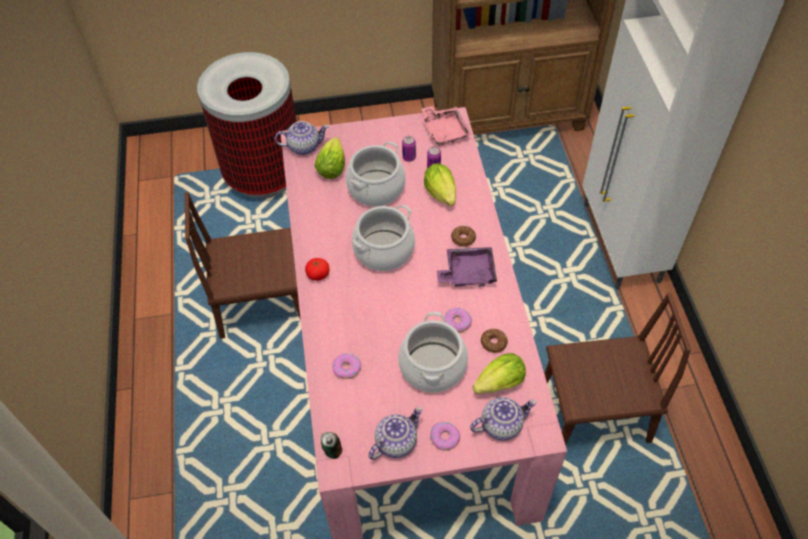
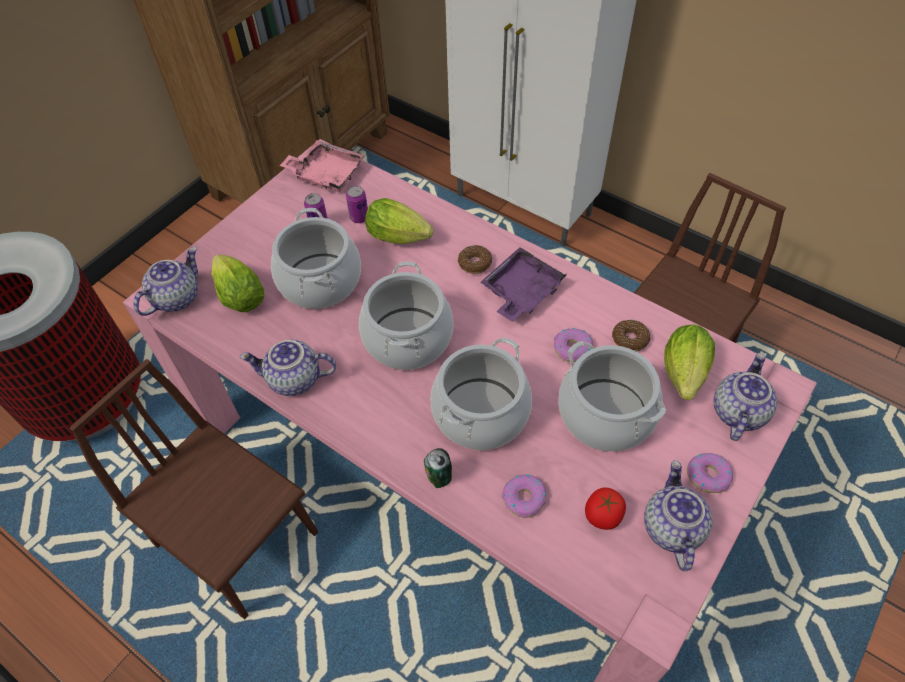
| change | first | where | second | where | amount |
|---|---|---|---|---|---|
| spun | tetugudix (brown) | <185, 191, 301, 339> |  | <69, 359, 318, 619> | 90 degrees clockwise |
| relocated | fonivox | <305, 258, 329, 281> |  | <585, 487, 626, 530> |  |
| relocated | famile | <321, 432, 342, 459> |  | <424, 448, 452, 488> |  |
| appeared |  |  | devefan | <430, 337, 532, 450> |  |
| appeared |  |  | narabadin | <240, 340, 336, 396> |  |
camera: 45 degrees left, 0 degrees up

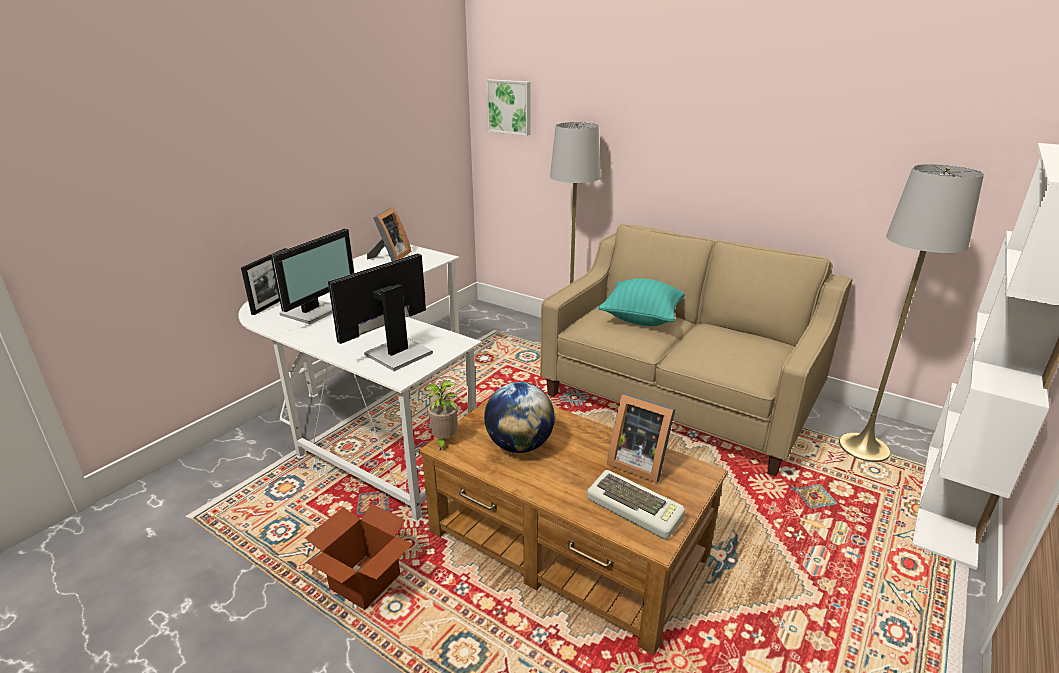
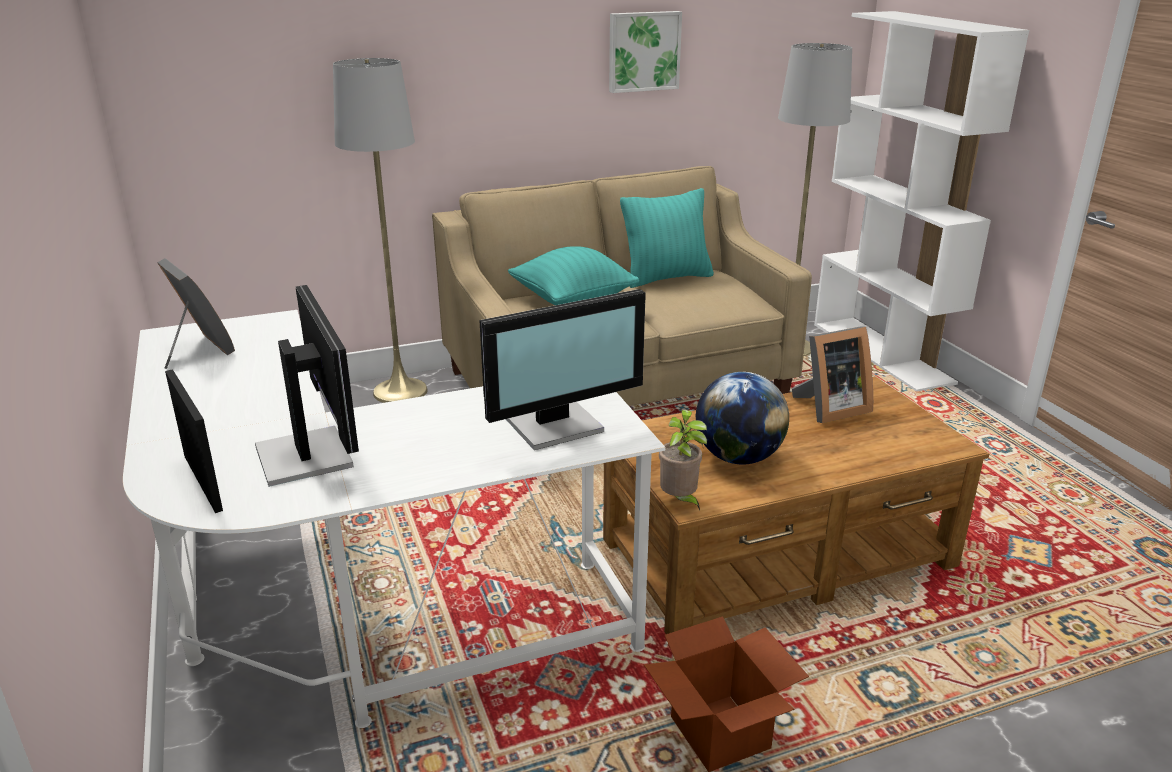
| change | first | where | second | where | amount |
|---|---|---|---|---|---|
| relocated | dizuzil | <486, 79, 530, 136> |  | <609, 11, 682, 93> |  |
| spun | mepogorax | <328, 253, 433, 371> |  | <479, 289, 646, 450> | 105 degrees counterclockwise |
| missing | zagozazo | <587, 470, 685, 539> |  |  |  |
| appeared |  |  | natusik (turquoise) | <620, 188, 714, 288> |  |
camera: 55 degrees left, 0 degrees up

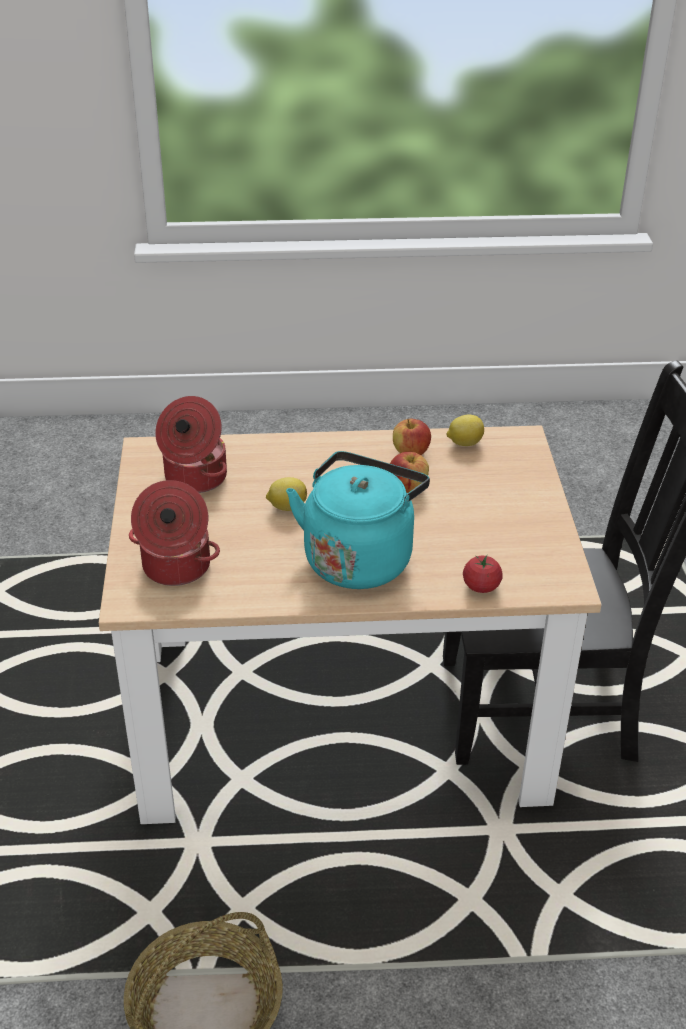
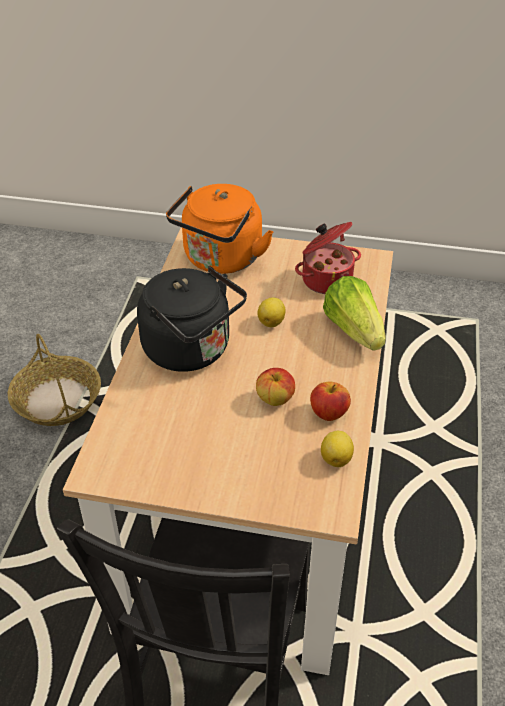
| change | first | where | second | where | amount |
|---|---|---|---|---|---|
| colour | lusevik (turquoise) | <286, 451, 430, 589> | lusevik (black) | <137, 266, 247, 372> |  |
| exchanged | devefan | <129, 480, 220, 586> | lusevik (orange) | <166, 184, 273, 274> |  |
| missing | fonivox | <463, 555, 503, 593> |  |  |  |
| appeared |  |  | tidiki | <323, 276, 386, 351> |  |
camera: 105 degrees right, 5 degrees up

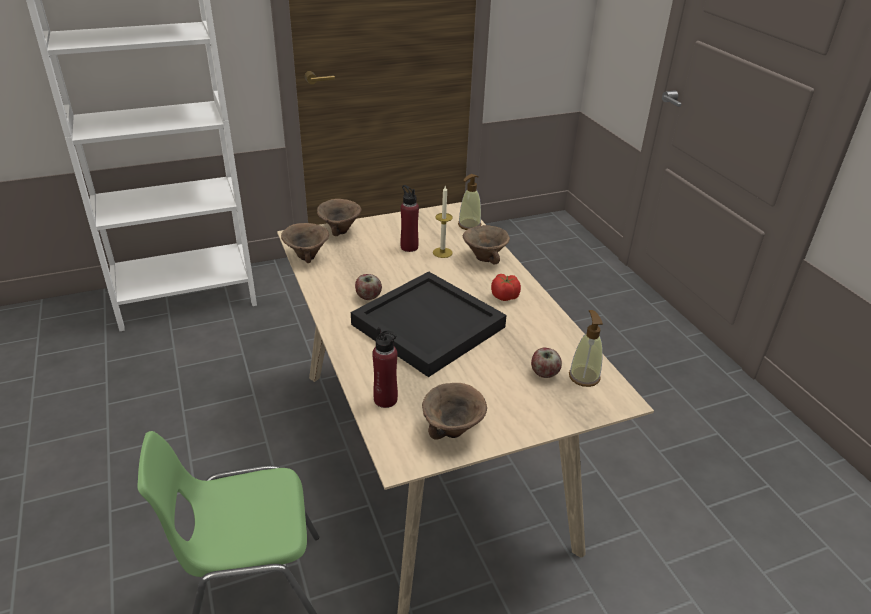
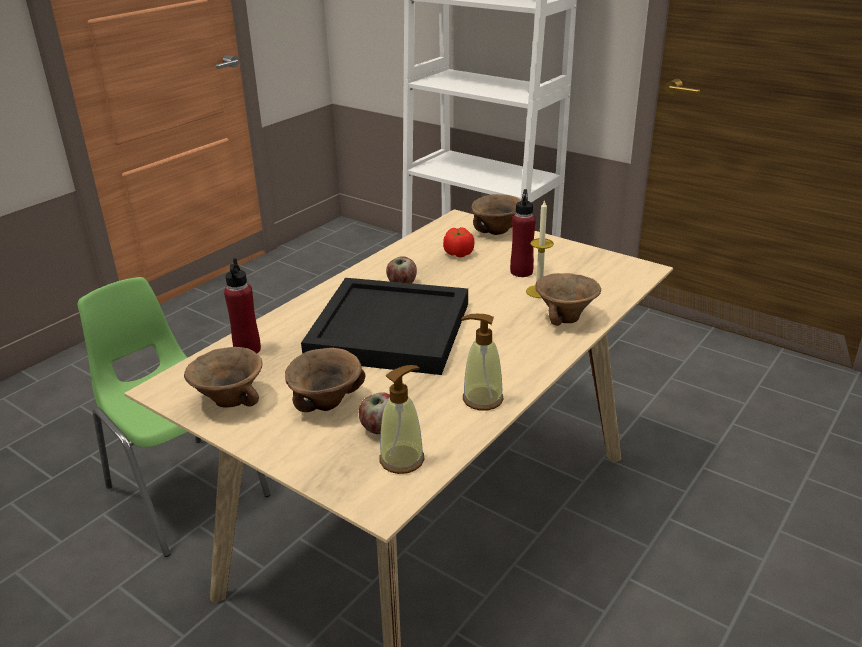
| change | first | where | second | where | amount |
|---|---|---|---|---|---|
| relocated | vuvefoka | <458, 174, 481, 230> |  | <461, 314, 503, 411> |  |
| relocated | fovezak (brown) | <281, 223, 329, 263> |  | <285, 348, 366, 412> |  |
| relocated | fonivox | <491, 274, 521, 301> |  | <443, 227, 474, 258> |  |
camera: 60 degrees right, 5 degrees down

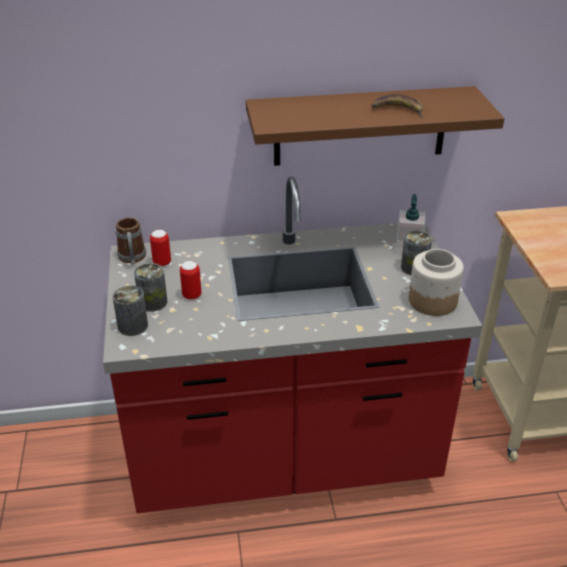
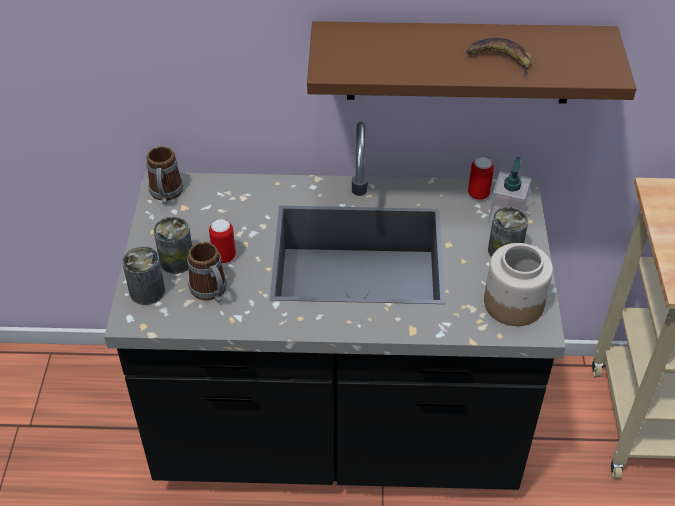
| change | first | where | second | where | amount |
|---|---|---|---|---|---|
| colour | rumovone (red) | <103, 177, 482, 513> | rumovone (black) | <104, 122, 566, 490> |  |
| relocated | famile | <150, 230, 171, 266> |  | <468, 157, 494, 200> |  |
| appeared |  |  | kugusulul | <187, 242, 227, 303> |  |
camera: 10 degrees right, 10 degrees up

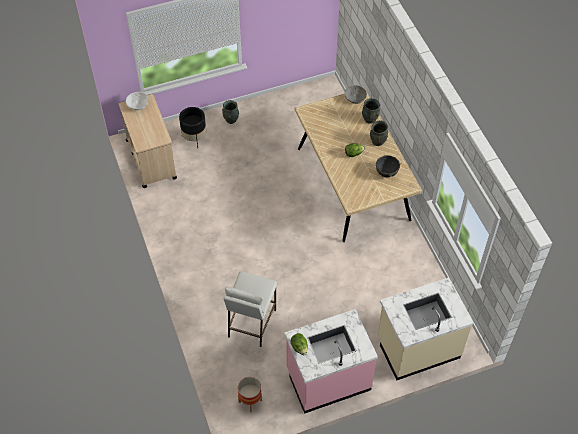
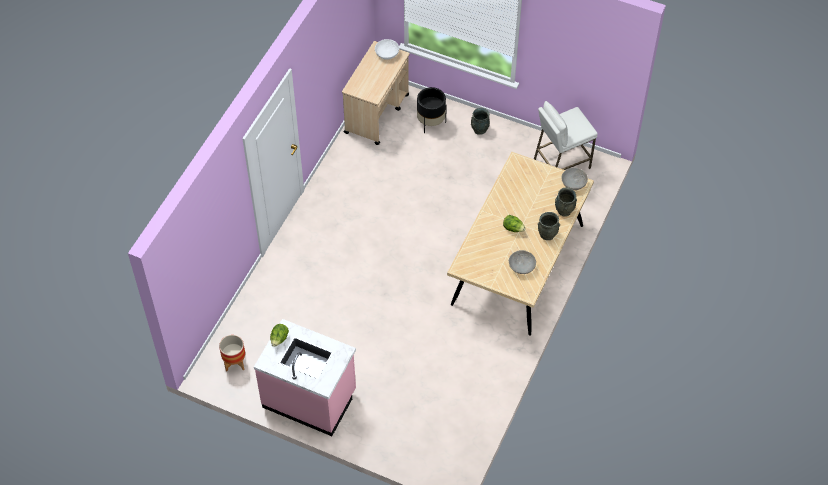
| change | first | where | second | where | amount |
|---|---|---|---|---|---|
| exchanged | devefan (black) | <375, 153, 402, 178> | fovezak (grey) | <509, 250, 536, 274> |  |
| relocated | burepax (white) | <224, 271, 277, 347> |  | <534, 101, 598, 170> |  |
| missing | rumovone (beige) | <377, 278, 473, 380> |  |  |  |
camera: 45 degrees right, 0 degrees up

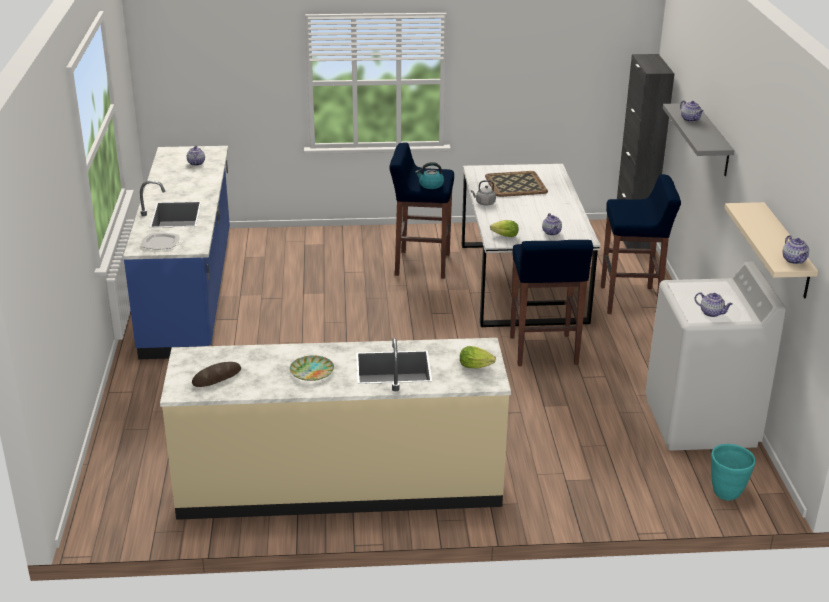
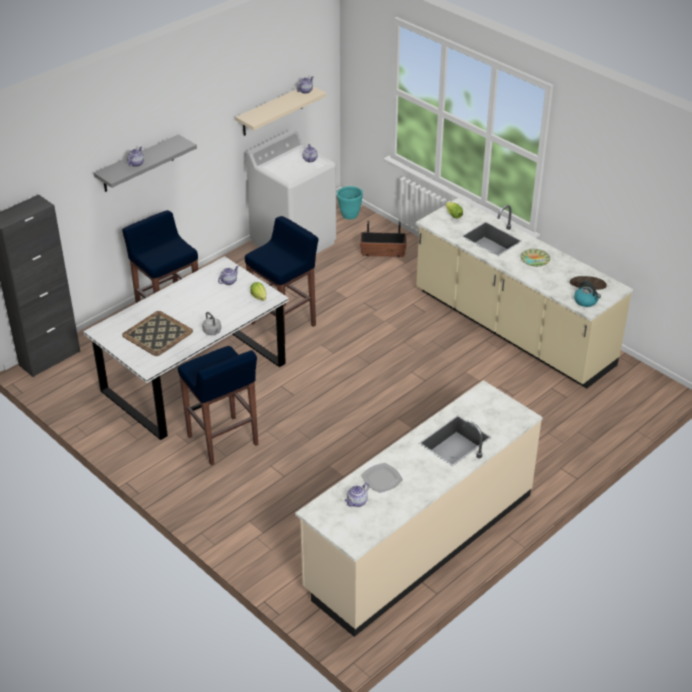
| change | first | where | second | where | amount |
|---|---|---|---|---|---|
| colour | rumovone (blue) | <123, 146, 230, 359> | rumovone (beige) | <295, 380, 543, 637> |  |
| relocated | lusevik | <415, 162, 444, 189> |  | <574, 281, 601, 307> |  |
| relocated | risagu | <141, 233, 179, 249> |  | <361, 463, 403, 493> |  |
| appeared |  |  | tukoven | <360, 221, 407, 257> |  |
camera: 130 degrees left, 10 degrees up

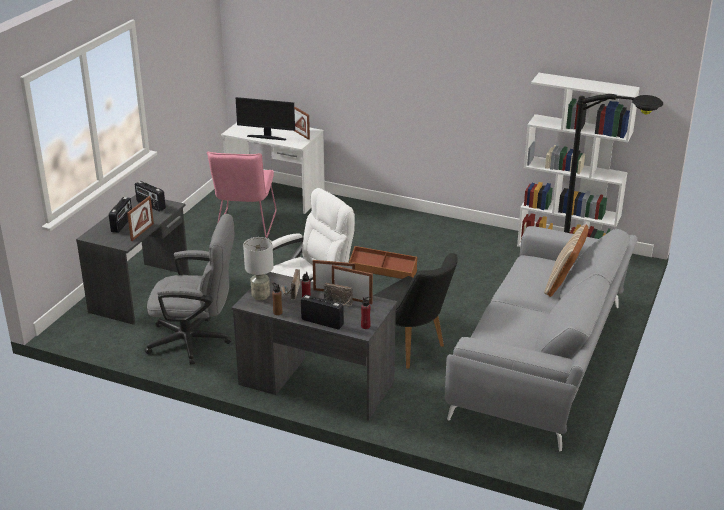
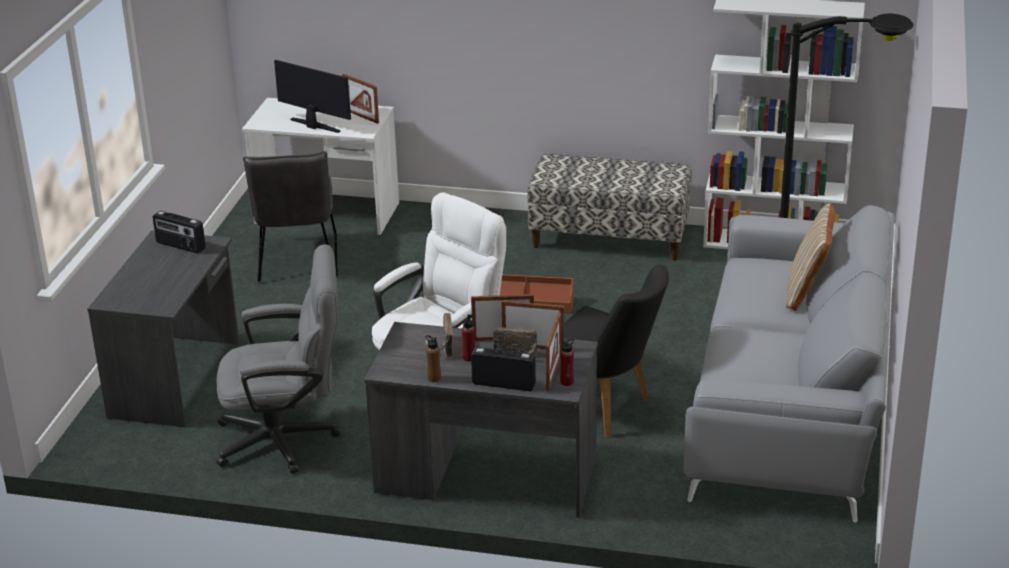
| change | first | where | second | where | amount |
|---|---|---|---|---|---|
| spun | mepogorax | <236, 97, 295, 140> |  | <274, 60, 351, 133> | 150 degrees counterclockwise |
| colour | tetugudix (pink) | <207, 152, 277, 238> | tetugudix (grey) | <243, 151, 338, 282> |  |
| relocated | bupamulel | <127, 196, 154, 241> |  | <546, 313, 561, 391> |  |
| missing | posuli | <109, 197, 132, 233> |  |  |  |
| missing | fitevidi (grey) | <243, 237, 274, 300> |  |  |  |
| appeared |  |  | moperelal | <527, 154, 692, 260> |  |
camera: 10 degrees left, 0 degrees up

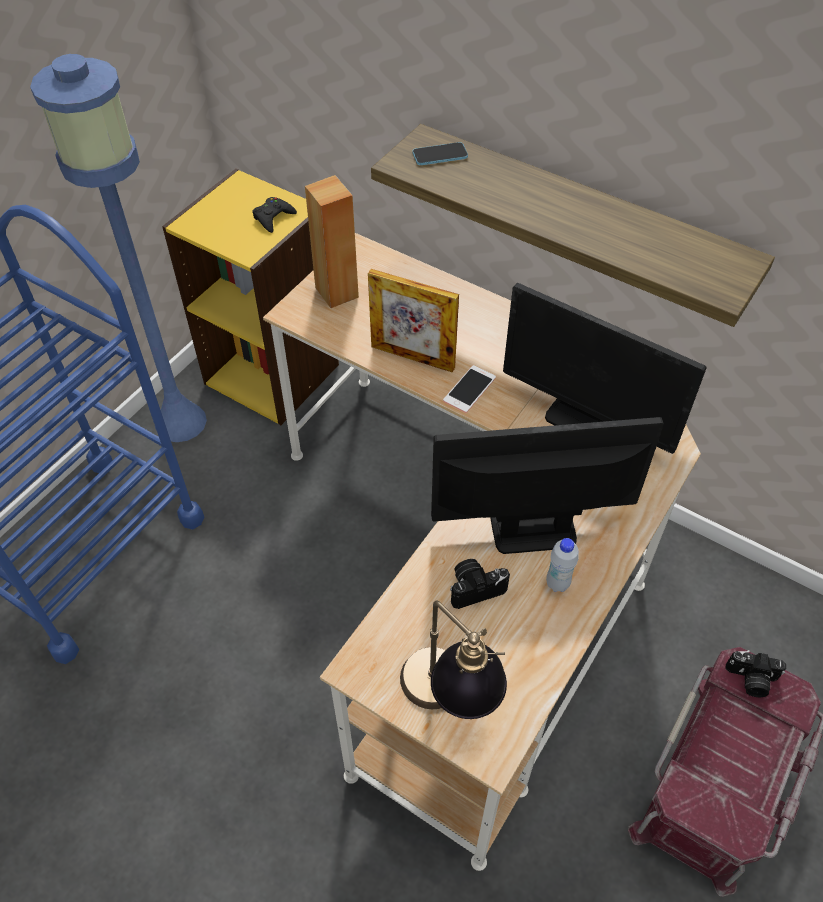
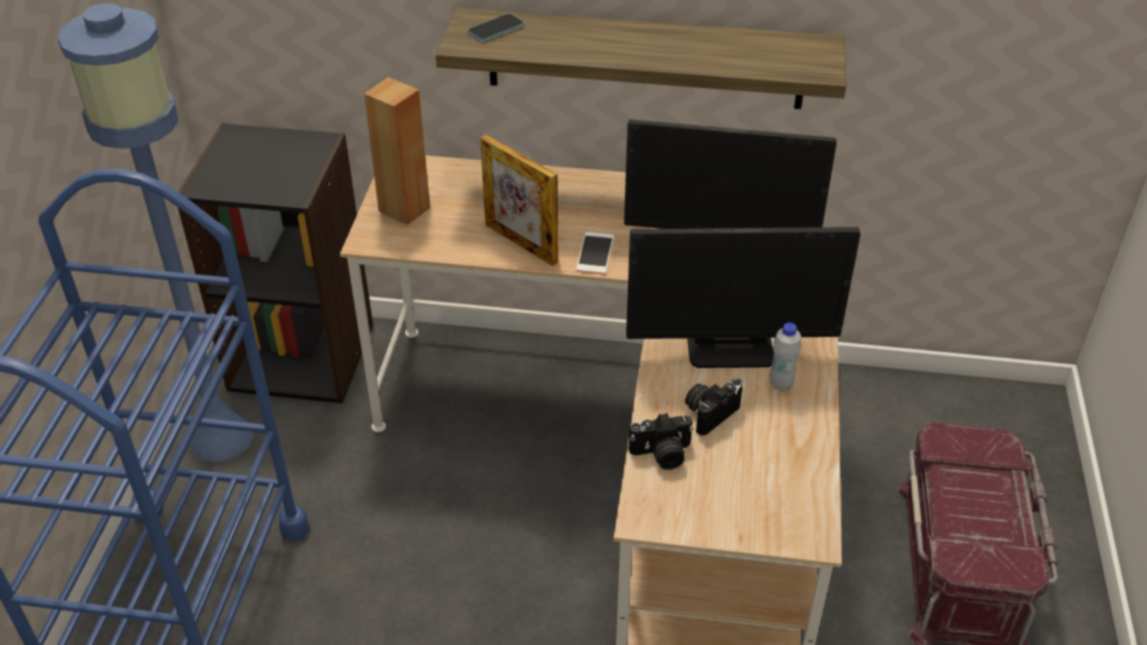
| change | first | where | second | where | amount |
|---|---|---|---|---|---|
| colour | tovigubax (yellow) | <162, 169, 339, 425> | tovigubax (black) | <178, 123, 373, 404> |  |
| missing | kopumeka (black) | <252, 197, 297, 233> |  |  |  |
| spun | bupamulel | <368, 269, 459, 373> |  | <480, 135, 558, 266> | 45 degrees clockwise |
| spun | mepogorax | <431, 417, 664, 554> |  | <626, 227, 860, 368> | 150 degrees counterclockwise |
| missing | fitevidi | <400, 601, 507, 719> |  |  |  |
| relocated | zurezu | <726, 650, 786, 697> |  | <629, 413, 694, 470> |  |
camera: 25 degrees left, 10 degrees down

